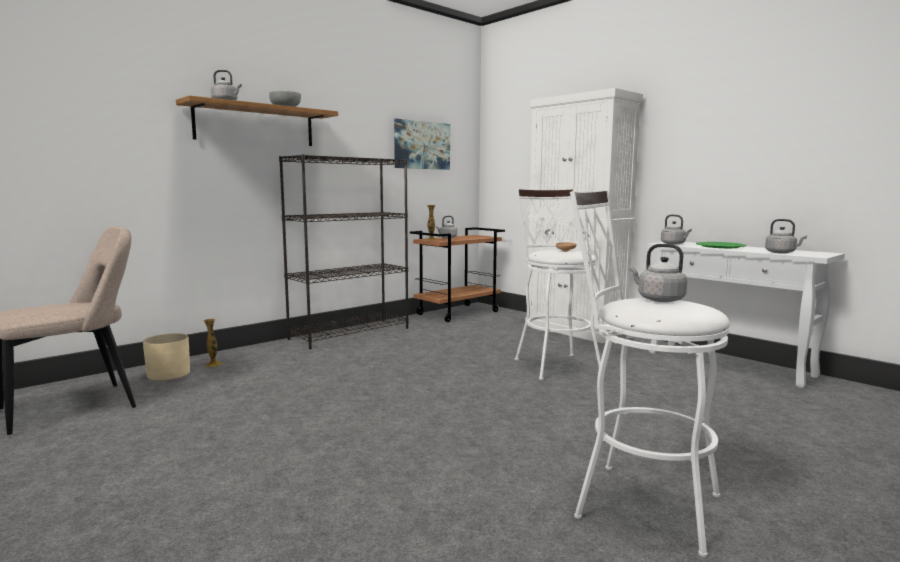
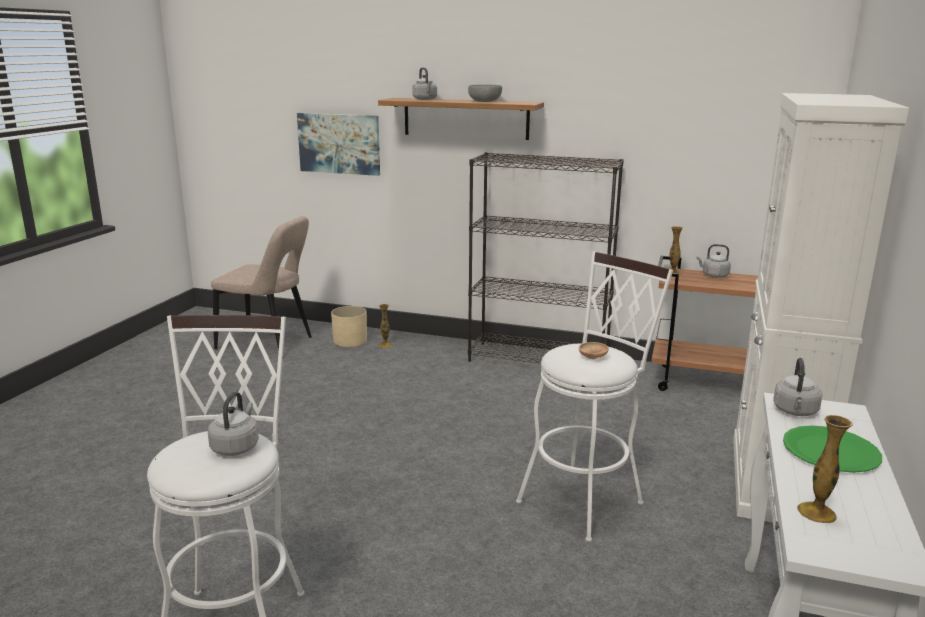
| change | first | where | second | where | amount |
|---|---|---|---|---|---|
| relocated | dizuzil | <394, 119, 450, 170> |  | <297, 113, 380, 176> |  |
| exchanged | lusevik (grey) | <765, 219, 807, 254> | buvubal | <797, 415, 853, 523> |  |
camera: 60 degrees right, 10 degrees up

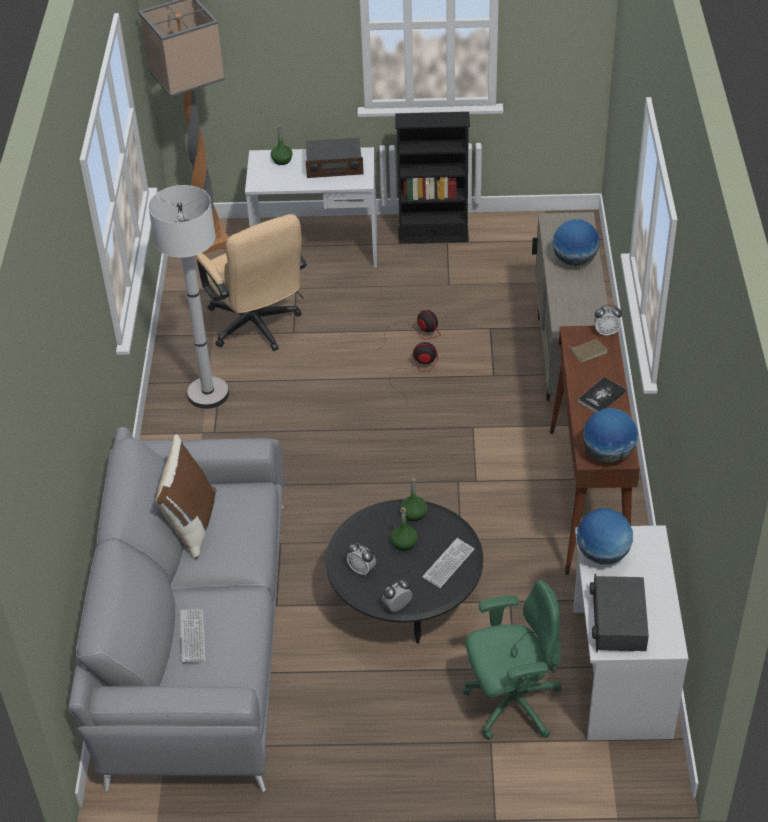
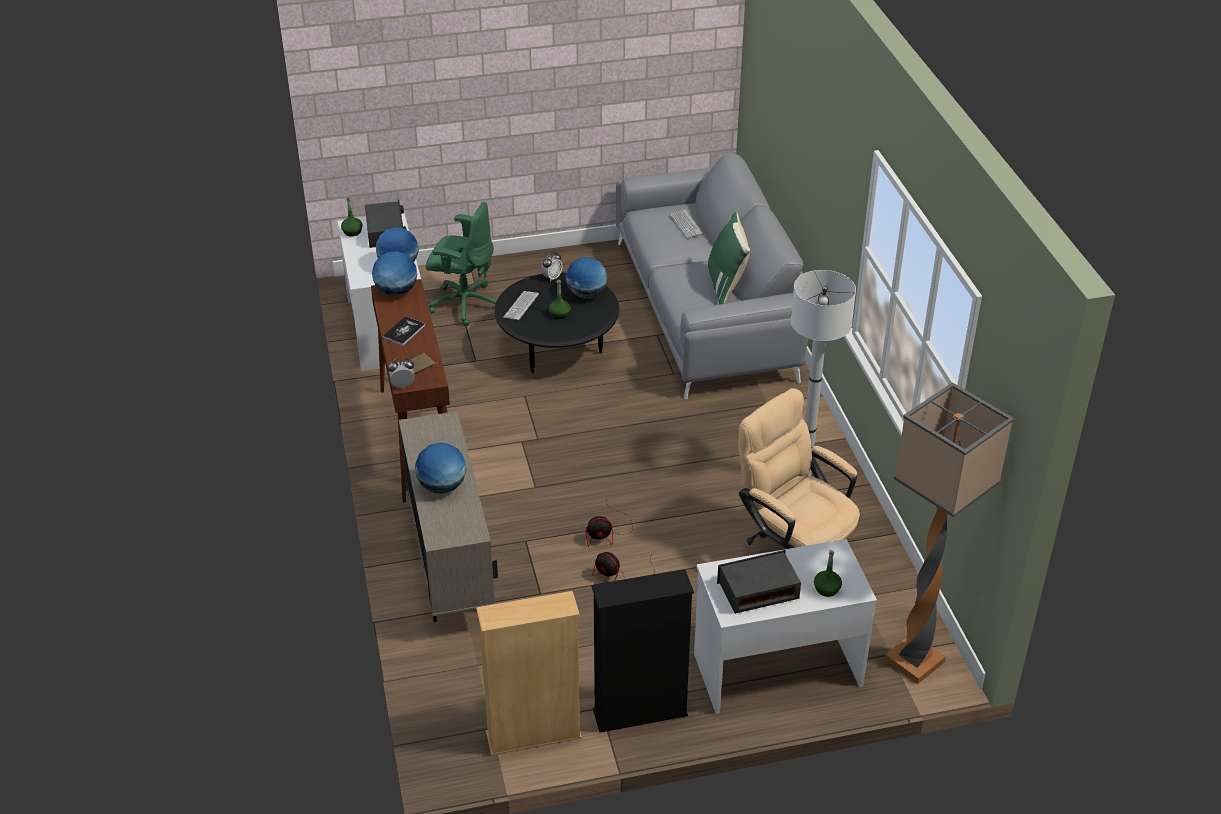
| change | first | where | second | where | amount |
|---|---|---|---|---|---|
| colour | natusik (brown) | <155, 434, 216, 559> | natusik (green) | <708, 212, 750, 305> |  |
| relocated | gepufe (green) | <400, 478, 427, 521> |  | <341, 197, 363, 237> |  |
| exchanged | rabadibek | <347, 543, 376, 577> | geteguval | <566, 257, 607, 299> |  |
| spun | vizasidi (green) | <463, 580, 561, 740> |  | <426, 201, 497, 326> | 135 degrees counterclockwise |
| appeared |  |  | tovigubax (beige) | <476, 591, 582, 756> |  |
camera: 165 degrees right, 5 degrees down

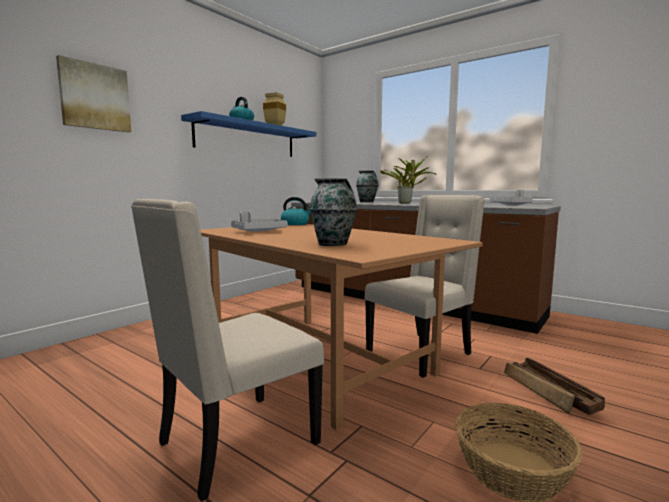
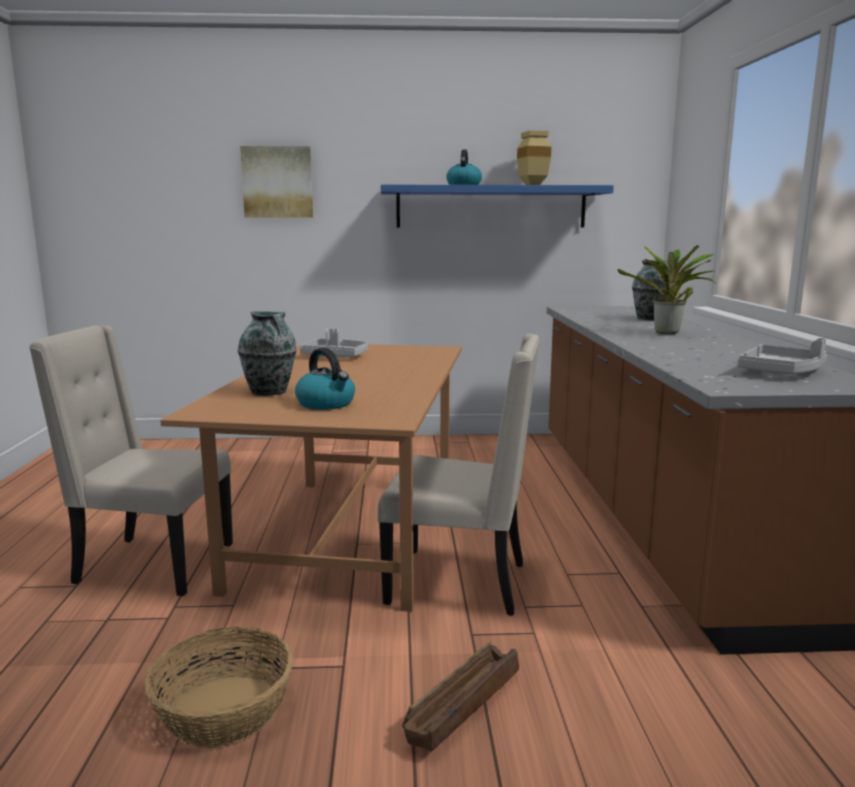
| change | first | where | second | where | amount |
|---|---|---|---|---|---|
| relocated | lusevik | <281, 197, 311, 225> |  | <295, 348, 355, 410> |  |
camera: 50 degrees right, 5 degrees up

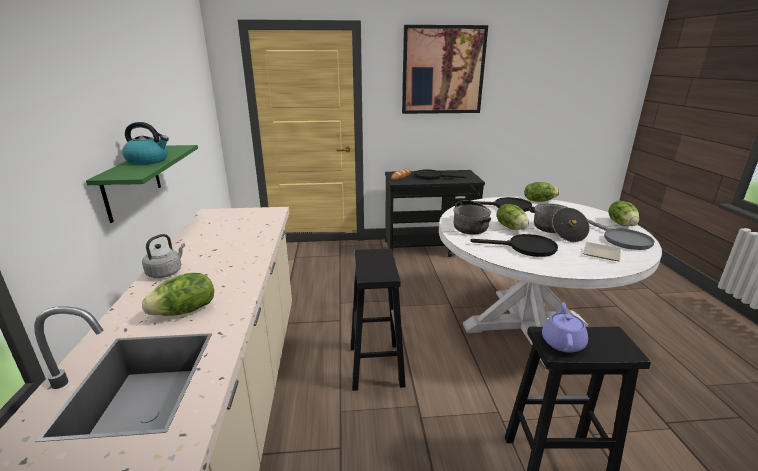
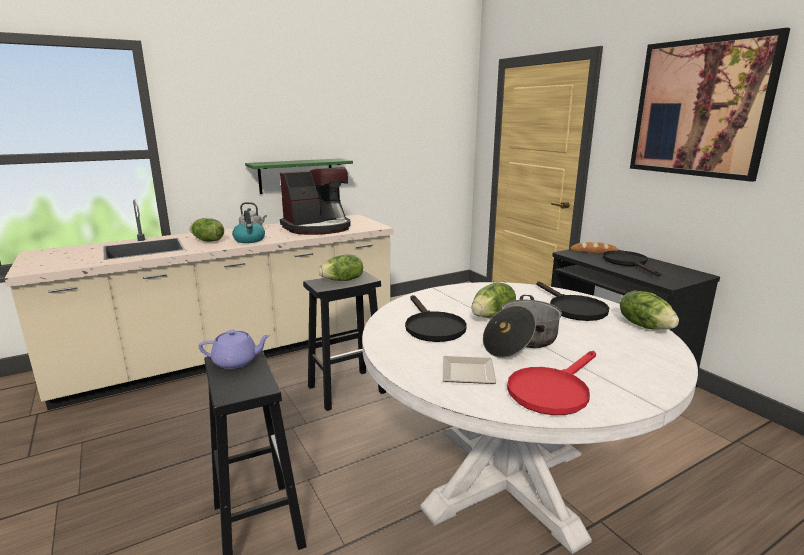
| change | first | where | second | where | amount |
|---|---|---|---|---|---|
| relocated | lusevik | <122, 122, 169, 165> |  | <232, 210, 265, 243> |  |
| missing | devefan | <453, 200, 491, 235> |  |  |  |
| relocated | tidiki | <608, 201, 639, 226> |  | <319, 255, 363, 281> |  |
| colour | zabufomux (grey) | <587, 219, 655, 250> | zabufomux (red) | <507, 351, 596, 415> |  |
| appeared |  |  | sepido | <280, 167, 350, 235> |  |
camera: 65 degrees right, 5 degrees down

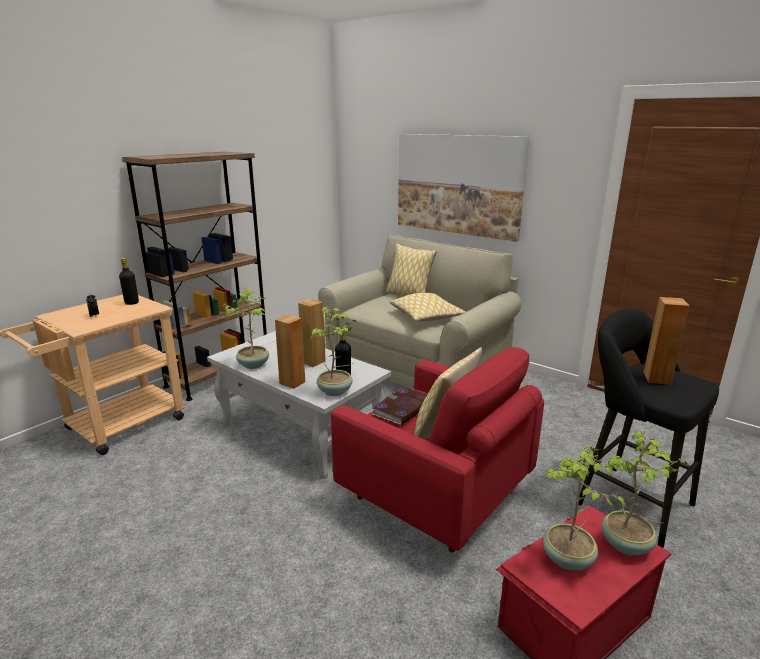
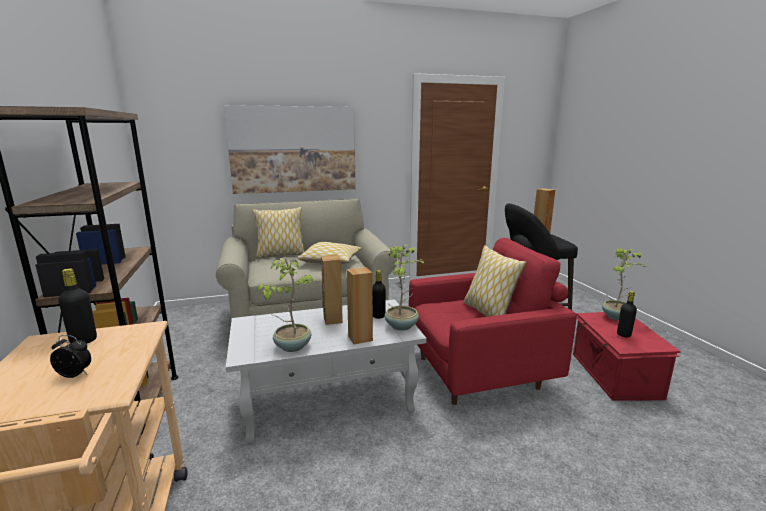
| change | first | where | second | where | amount |
|---|---|---|---|---|---|
| missing | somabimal | <371, 387, 427, 425> |  |  |  |
| exchanged | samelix | <543, 445, 626, 570> | gepufe (black) | <617, 291, 637, 337> |  |
camera: 55 degrees left, 5 degrees down

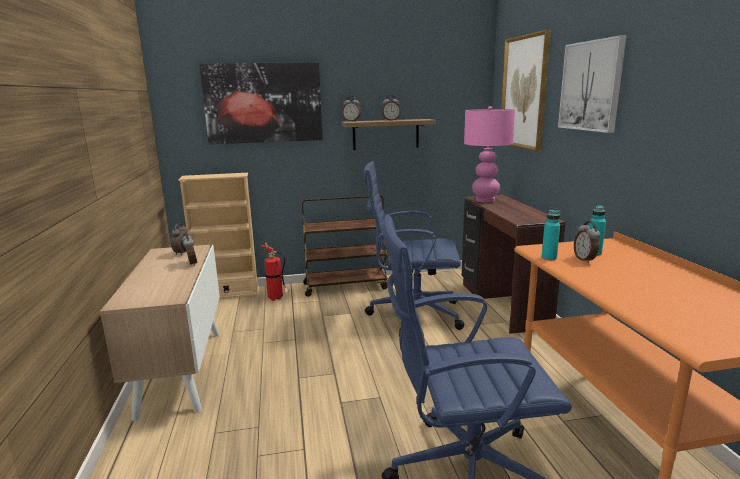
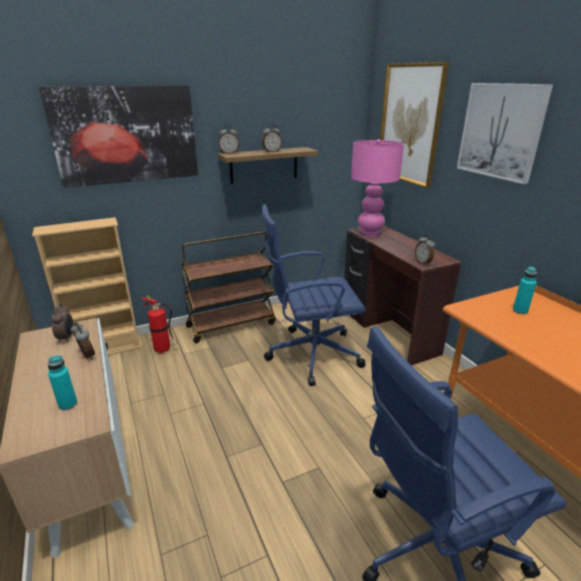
| change | first | where | second | where | amount |
|---|---|---|---|---|---|
| relocated | gepufe (turquoise) | <542, 210, 560, 260> |  | <48, 355, 77, 410> |  |
| relocated | rabadibek | <574, 221, 600, 263> |  | <415, 235, 435, 265> |  |
camera: 15 degrees left, 10 degrees up

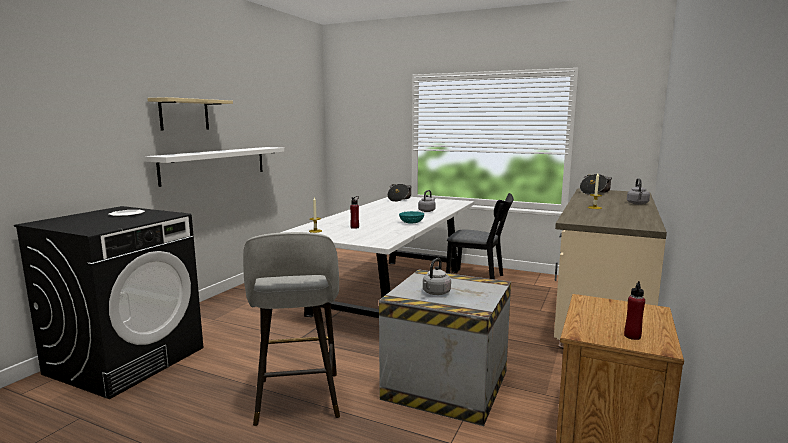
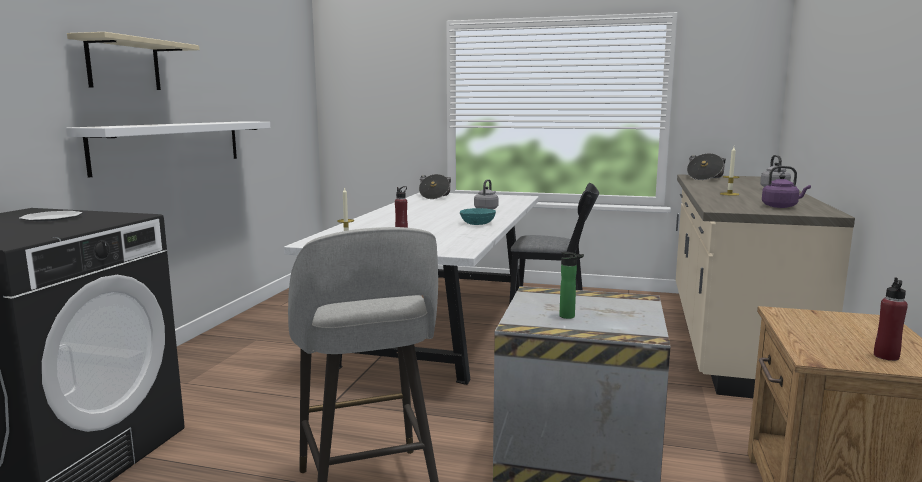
| change | first | where | second | where | amount |
|---|---|---|---|---|---|
| exchanged | lusevik (grey) | <423, 258, 451, 295> | gepufe | <559, 252, 584, 319> |  |
| appeared |  |  | lusevik (purple) | <762, 166, 811, 208> |  |
camera: 10 degrees left, 0 degrees up

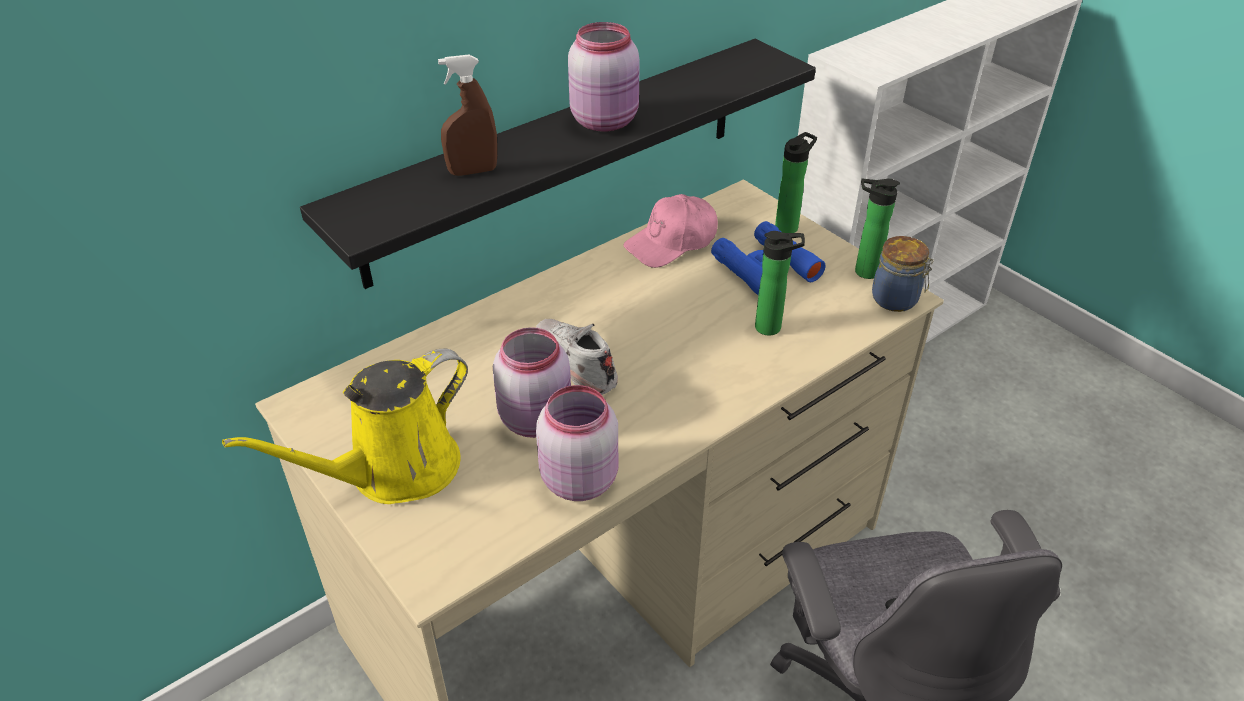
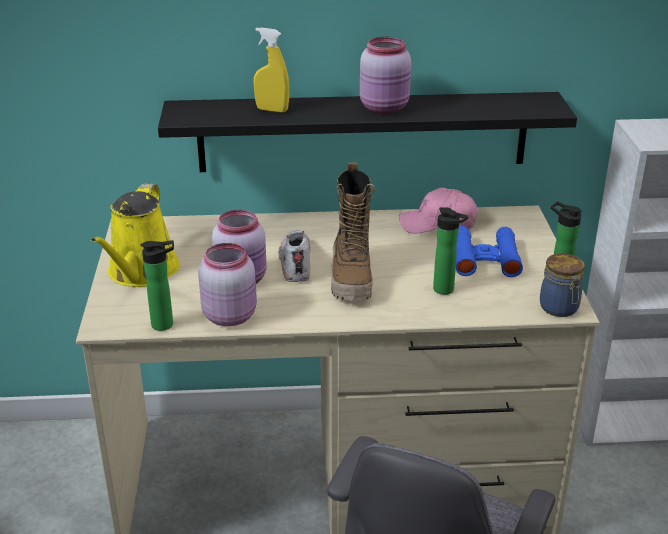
| change | first | where | second | where | amount |
|---|---|---|---|---|---|
| colour | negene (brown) | <438, 55, 497, 176> | negene (yellow) | <254, 27, 289, 113> |  |
| relocated | gepufe | <775, 132, 817, 233> |  | <141, 240, 174, 331> |  |
| spun | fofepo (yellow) | <222, 349, 468, 504> |  | <91, 184, 180, 287> | 75 degrees counterclockwise |
| appeared |  |  | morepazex | <331, 163, 375, 301> |  |
camera: 35 degrees right, 10 degrees down

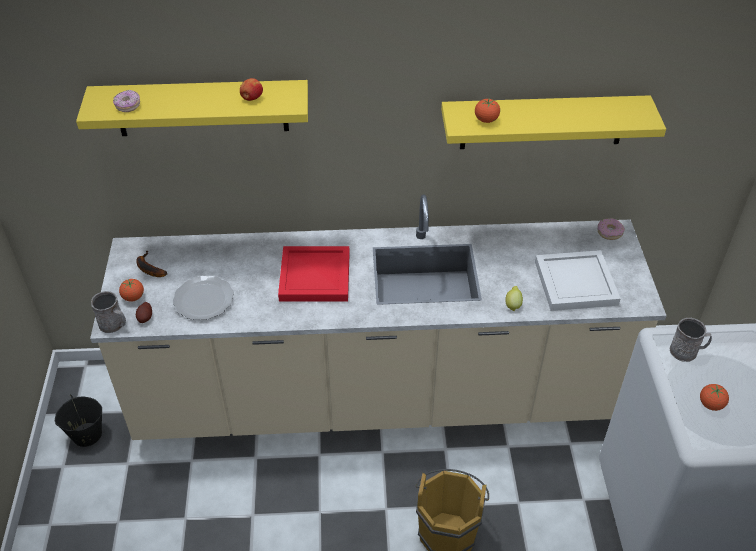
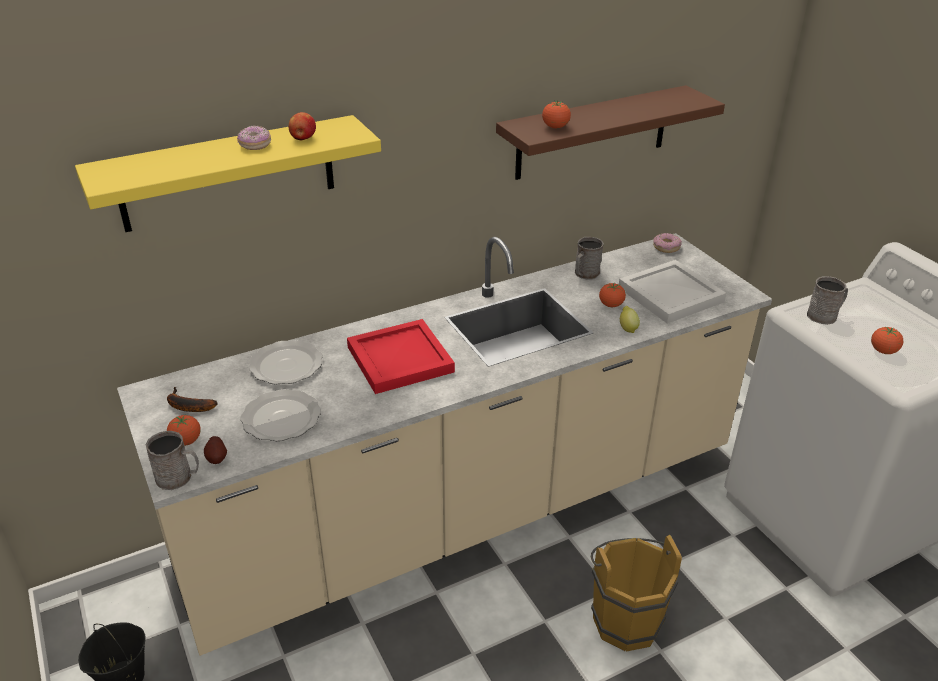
| change | first | where | second | where | amount |
|---|---|---|---|---|---|
| relocated | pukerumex | <113, 90, 140, 112> |  | <237, 125, 271, 150> |  |
| colour | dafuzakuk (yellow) | <441, 95, 666, 149> | dafuzakuk (brown) | <496, 85, 725, 180> |  |
| appeared |  |  | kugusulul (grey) | <575, 237, 604, 280> |  |
| appeared |  |  | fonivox | <599, 283, 626, 307> |  |
| appeared |  |  | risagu | <249, 340, 323, 385> |  |
camera: 25 degrees left, 10 degrees down

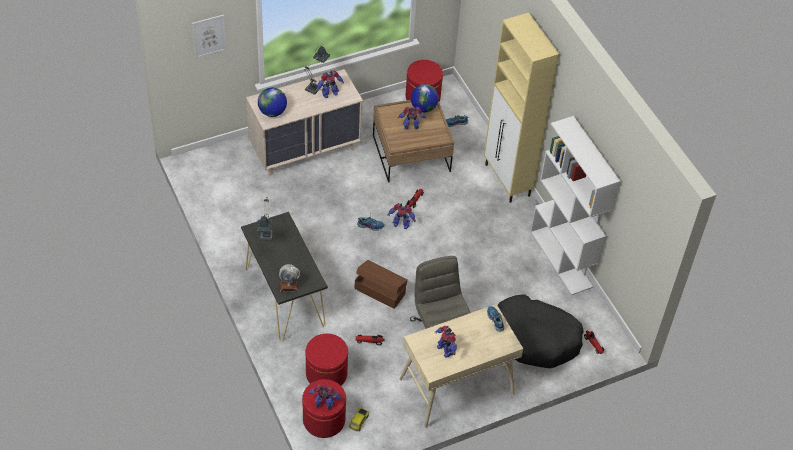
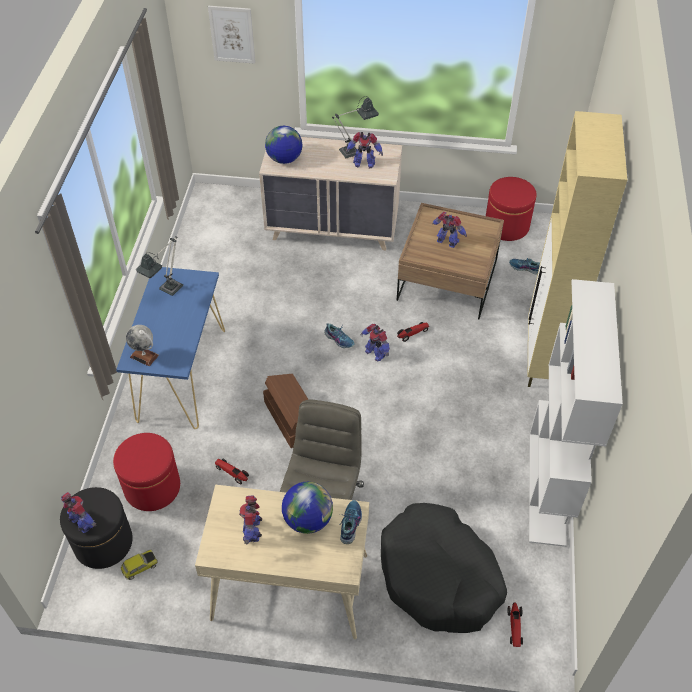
| change | first | where | second | where | amount |
|---|---|---|---|---|---|
| relocated | geteguval | <411, 84, 439, 112> |  | <282, 482, 333, 534> |  |
| colour | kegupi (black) | <241, 212, 328, 341> | kegupi (blue) | <116, 267, 225, 429> |  |
| colour | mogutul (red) | <302, 379, 346, 438> | mogutul (black) | <60, 487, 133, 569> |  |
camera: 35 degrees right, 0 degrees up

